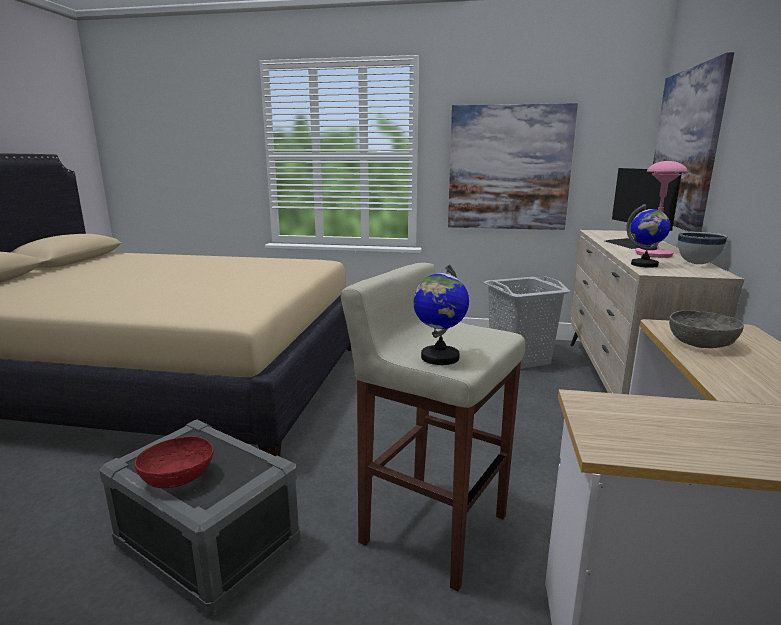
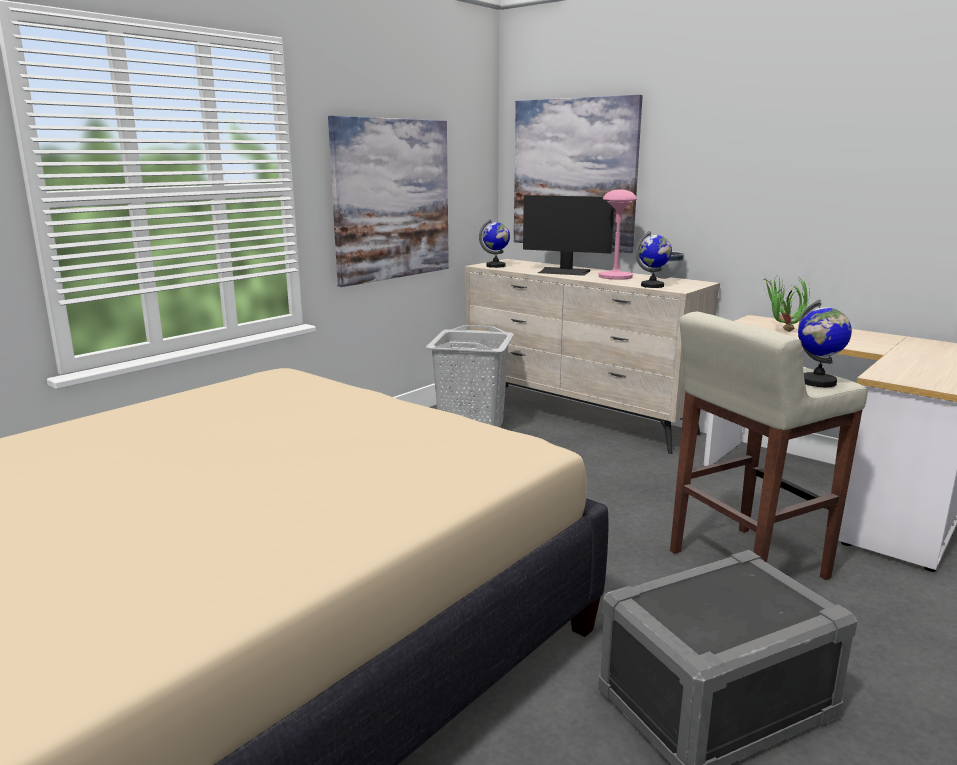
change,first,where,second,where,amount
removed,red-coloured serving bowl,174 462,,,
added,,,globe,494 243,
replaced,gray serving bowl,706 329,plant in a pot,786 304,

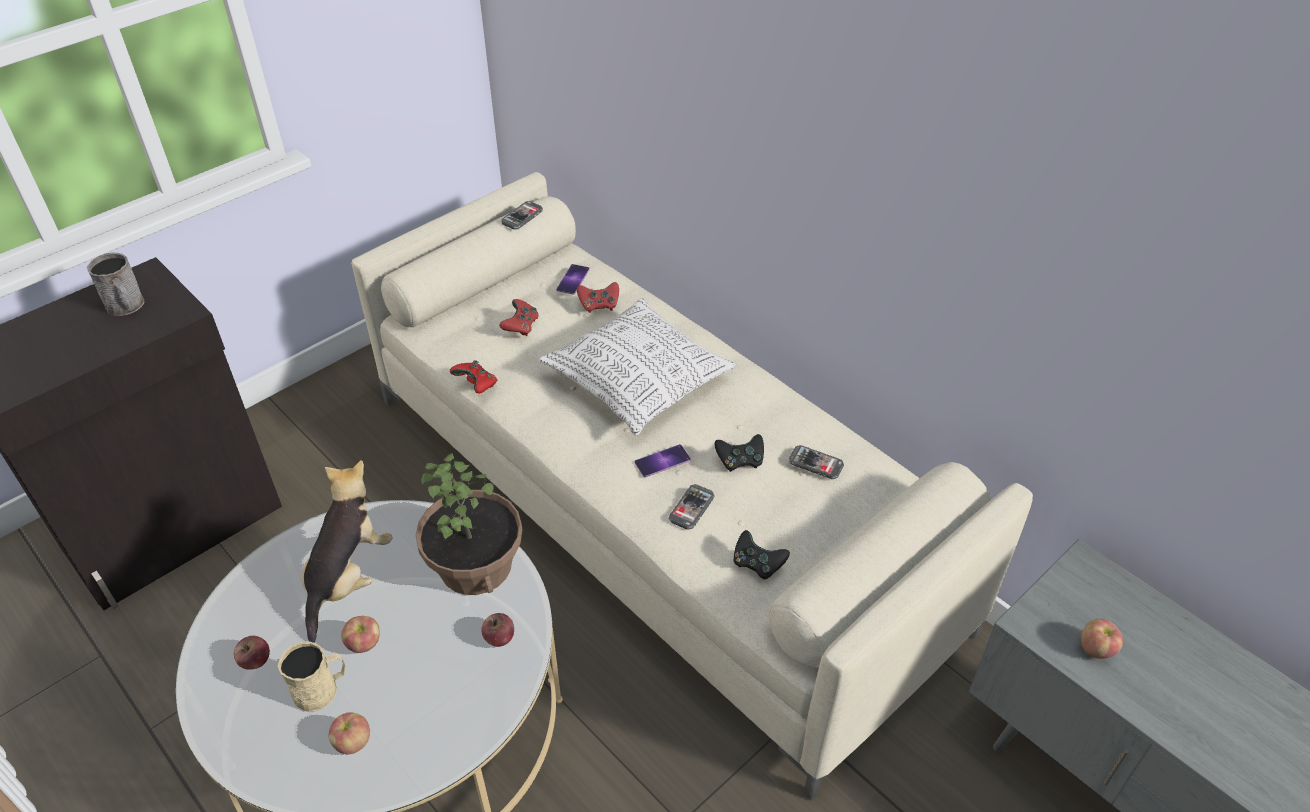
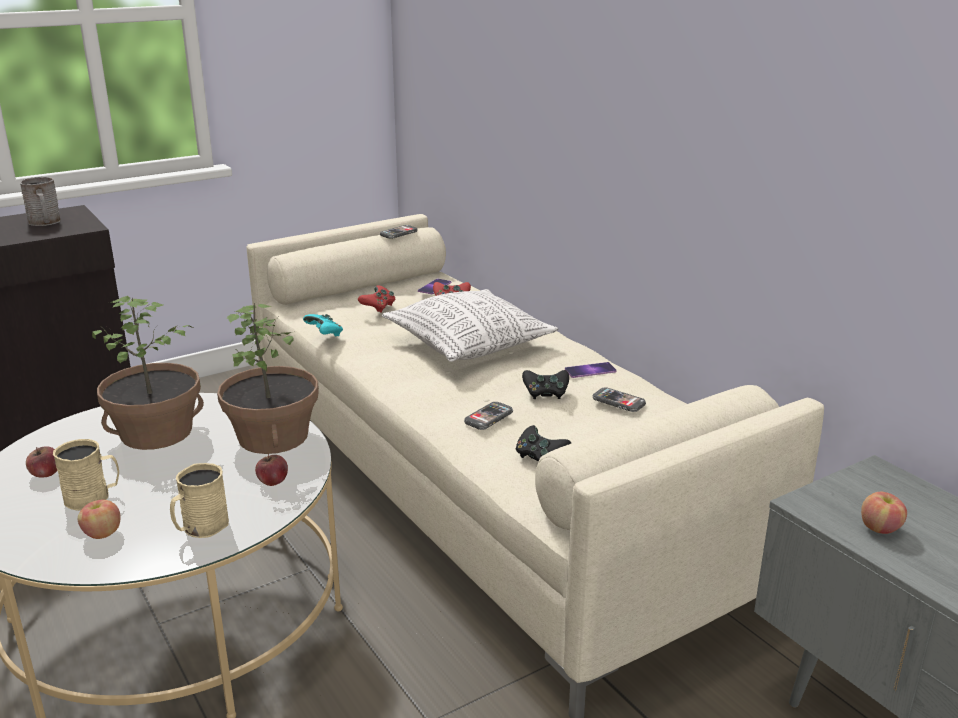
change,first,where,second,where,amount
removed,apple,360 634,,,
added,,,beige-coloured tea mug,199 500,
moved,telephone,662 460,,591 370,
replaced,cuddly toy,347 551,plant in a pot,148 373,
recoloured,red-coloured gamepad,474 376,turquoise-coloured gamepad,323 325,

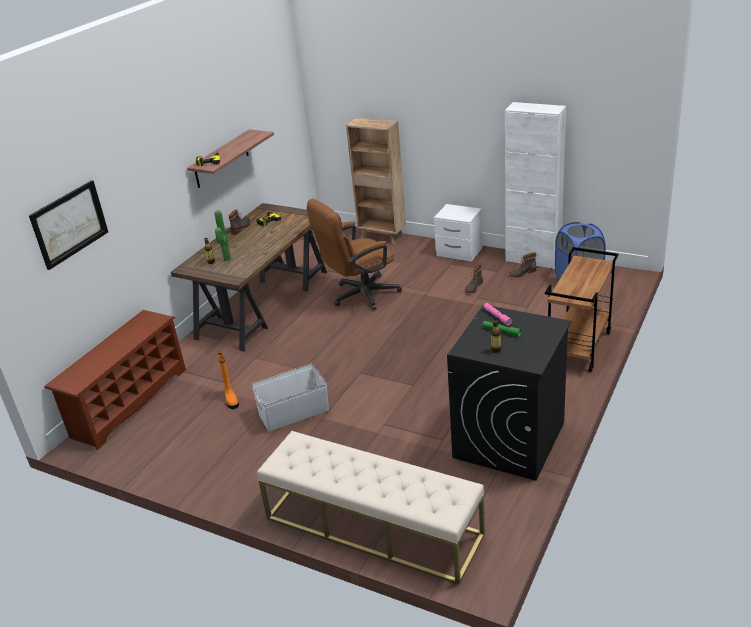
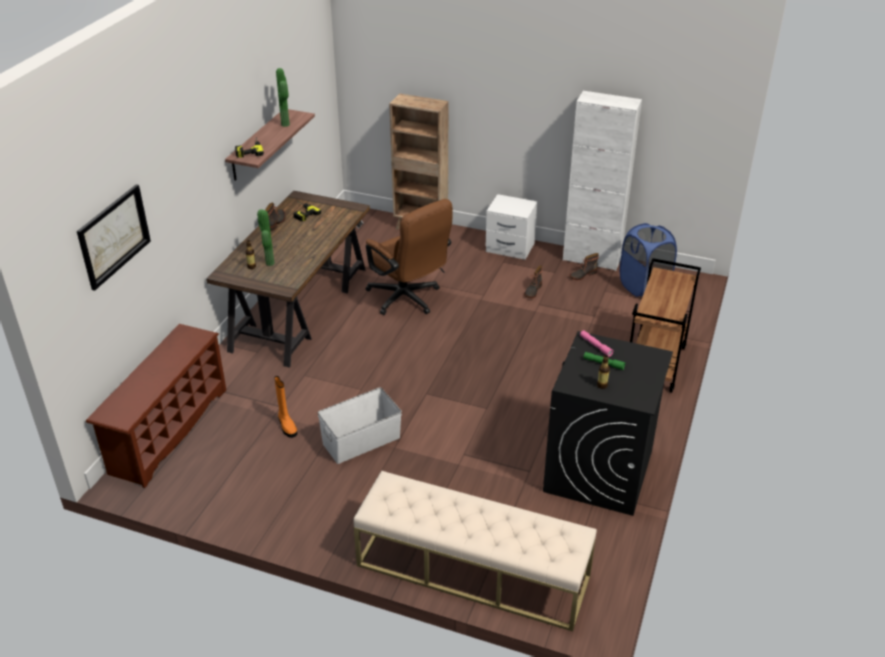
change,first,where,second,where,amount
added,,,plant in a pot,283 97,
turned,brown computer chair,354 254,,409 257,90 degrees counterclockwise

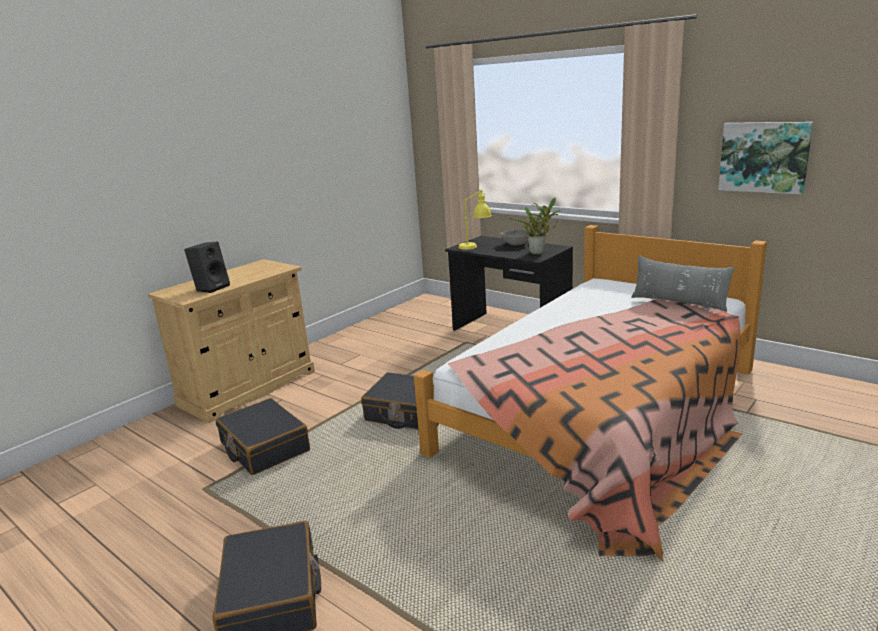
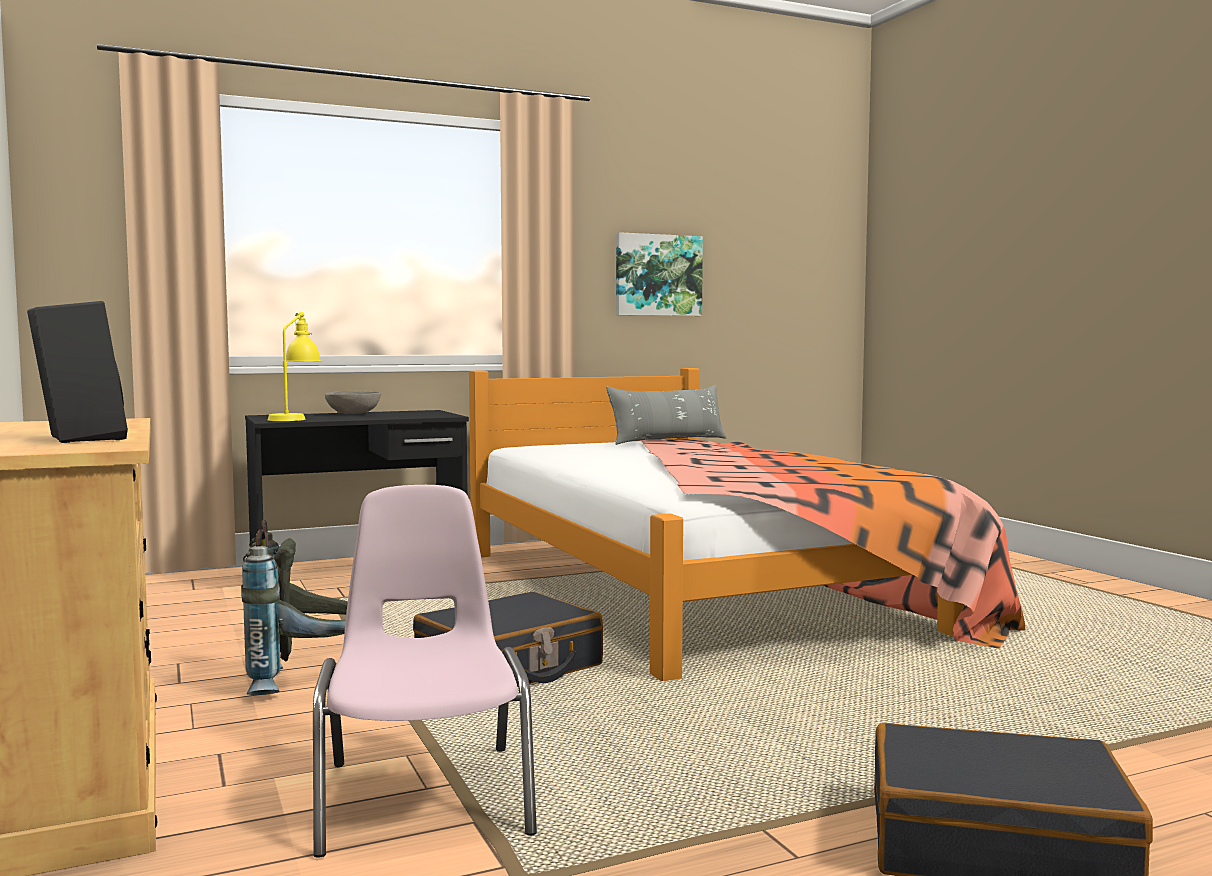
change,first,where,second,where,amount
removed,plant in a pot,535 226,,,
added,,,gray knapsack,294 607,
replaced,black-coloured piece of luggage,263 436,pink-coloured plain chair,425 671,

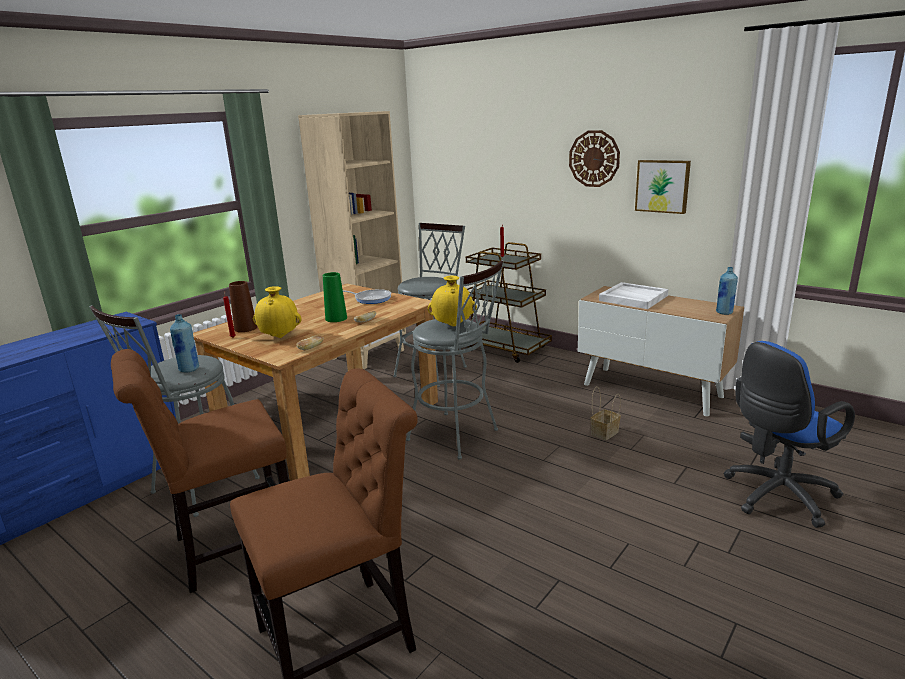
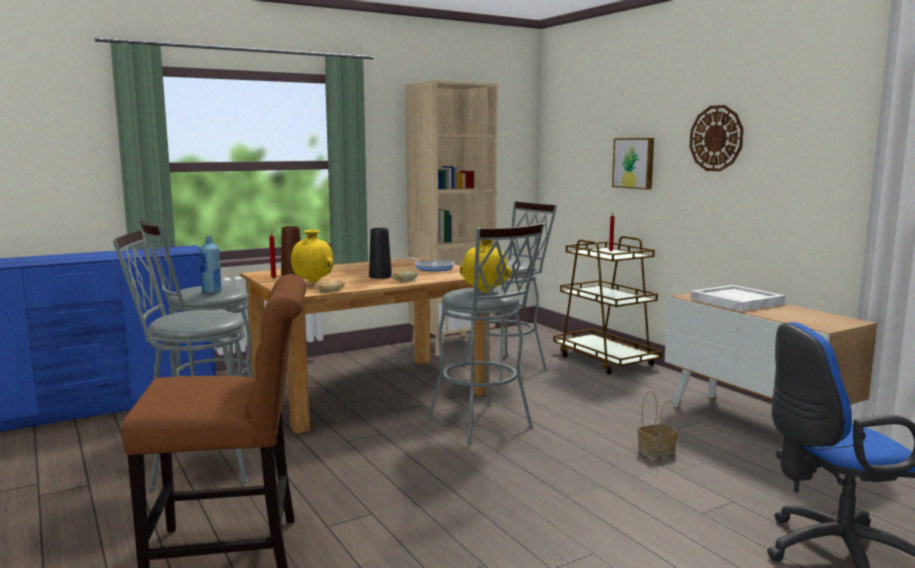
change,first,where,second,where,amount
removed,blue-coloured drink bottle,727 291,,,
moved,wall art,663 187,,633 164,
replaced,brown plain chair,200 471,gray sitting stool,180 359,
recoloured,greenish vase,335 297,black-coloured vase,380 253,

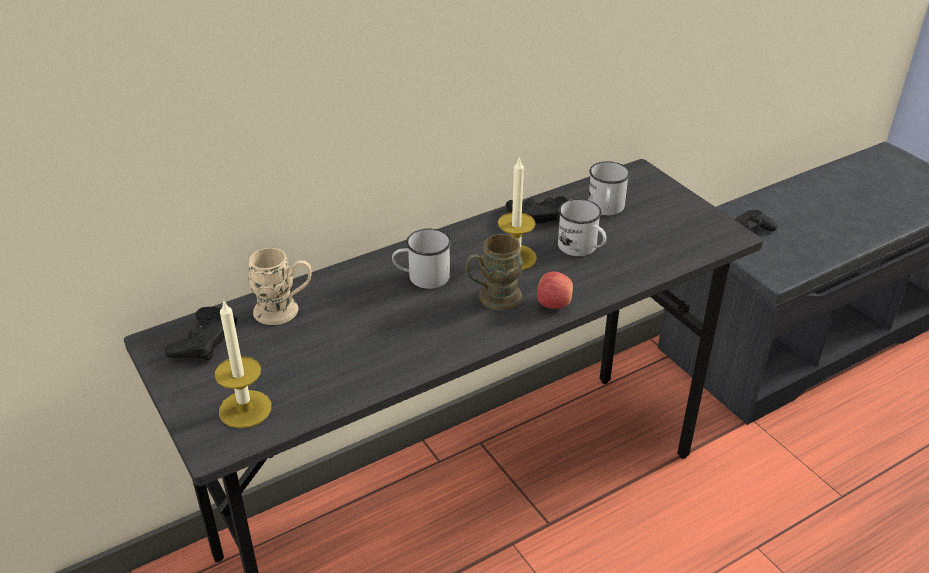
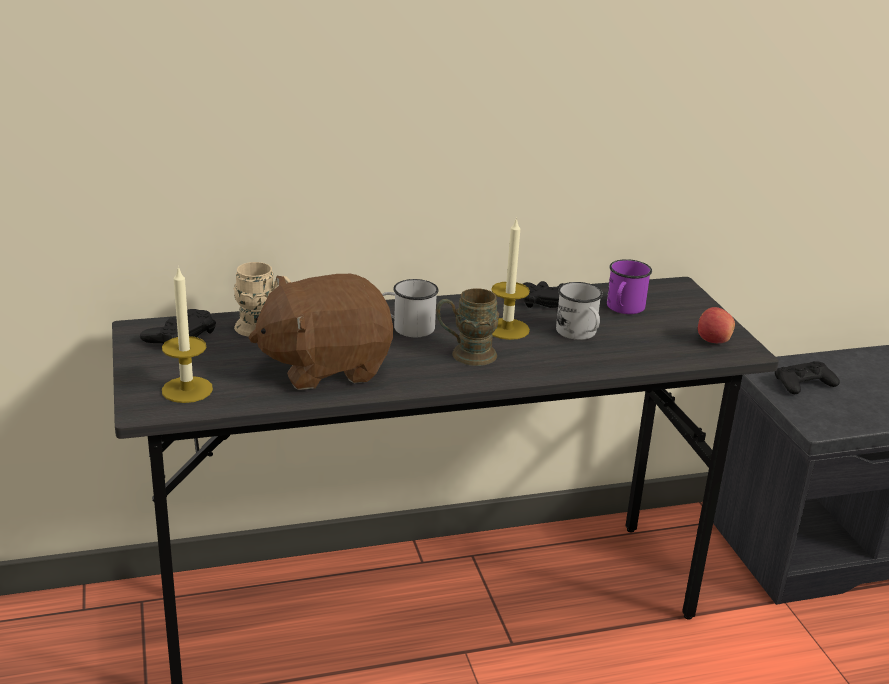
change,first,where,second,where,amount
added,,,brown cuddly toy,321 332,
moved,apple,555 290,,716 325,
recoloured,white tea mug,609 188,purple-coloured tea mug,629 286,

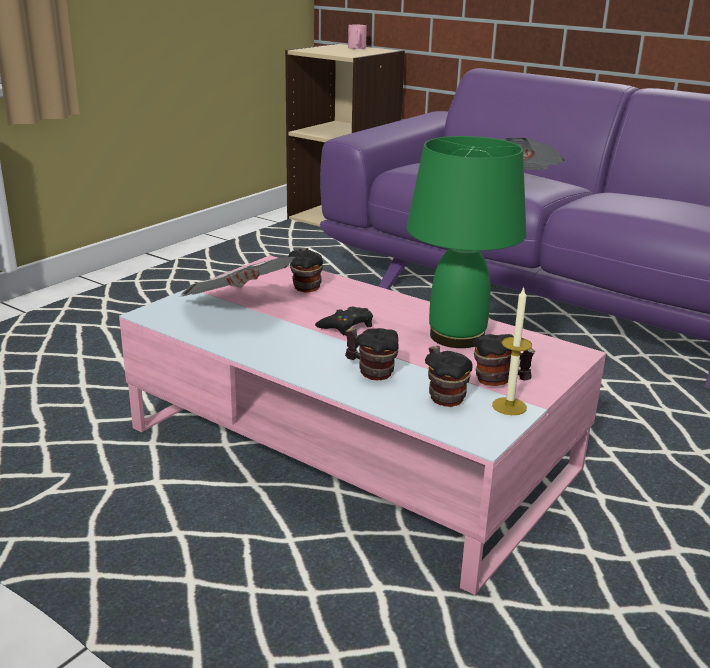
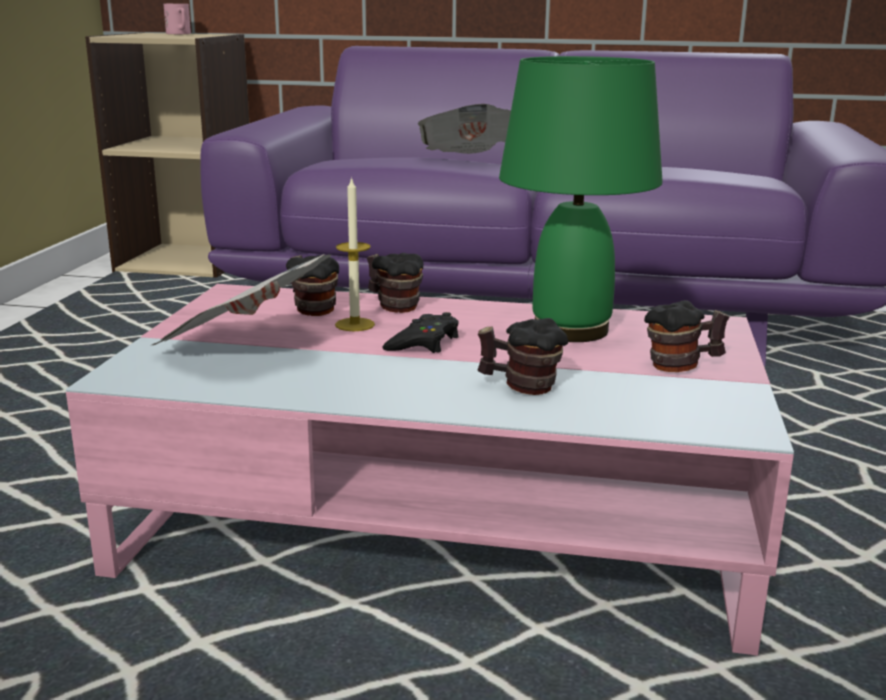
change,first,where,second,where,amount
moved,tea mug,449 376,,395 283,
moved,wax candle,512 350,,355 253,

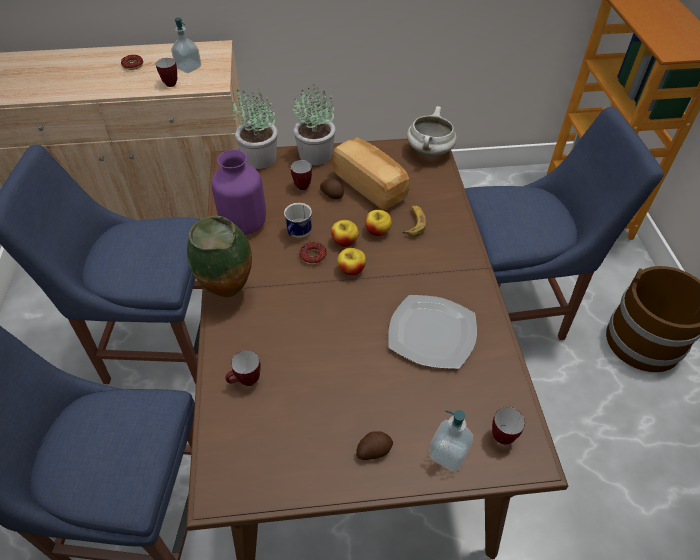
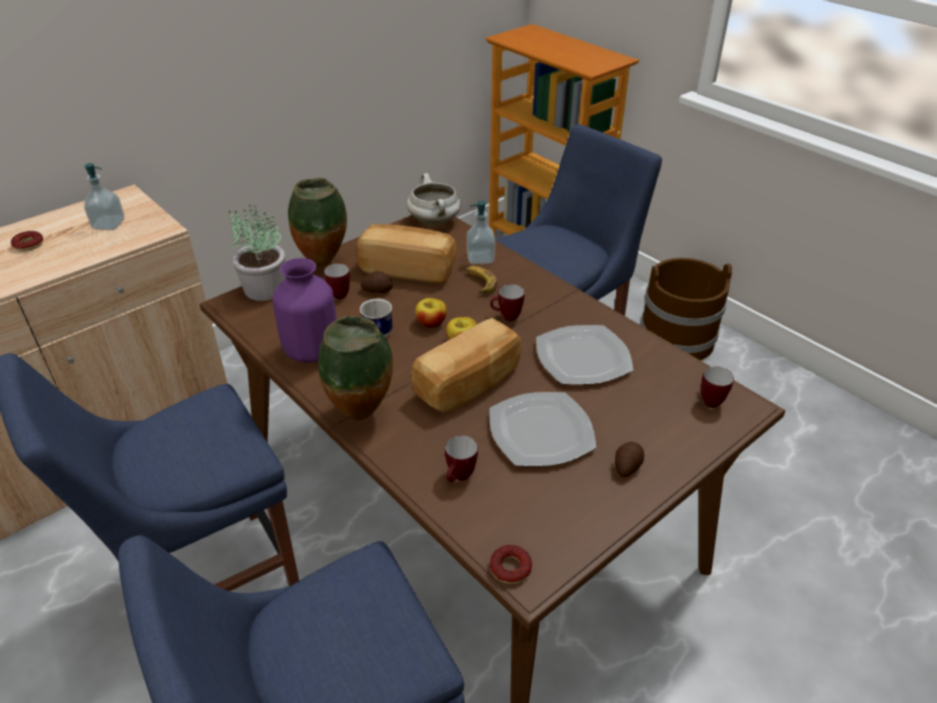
change,first,where,second,where,amount
removed,apple,378 223,,,
added,,,bread,466 365,
added,,,flat dish,542 429,
moved,tea mug,166 72,,507 302,
moved,doughnut,313 253,,511 564,
moved,liquid soap bottle,451 440,,481 232,
replaced,plant in a pot,314 124,vase,317 222,

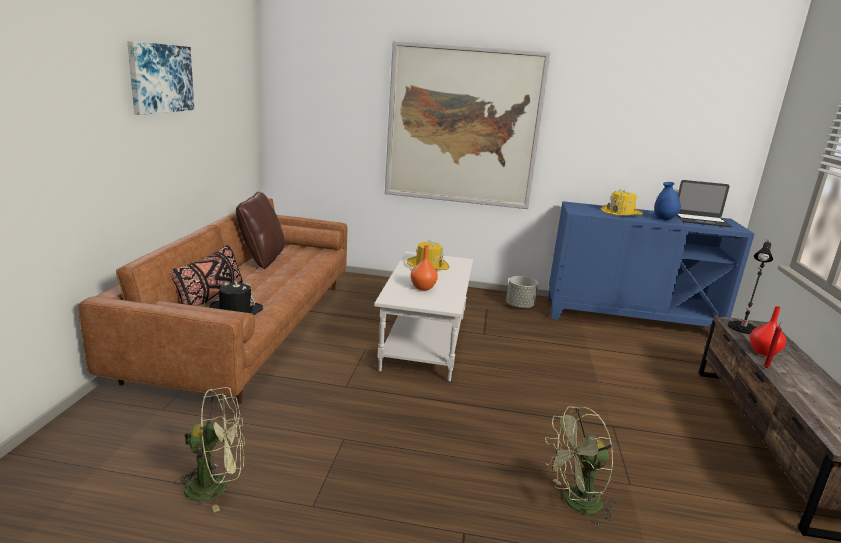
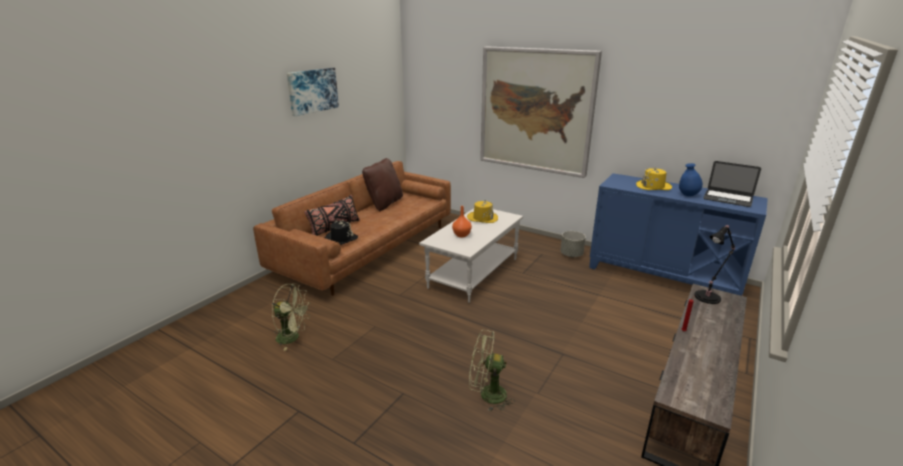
change,first,where,second,where,amount
removed,red-coloured vase,768 331,,,

